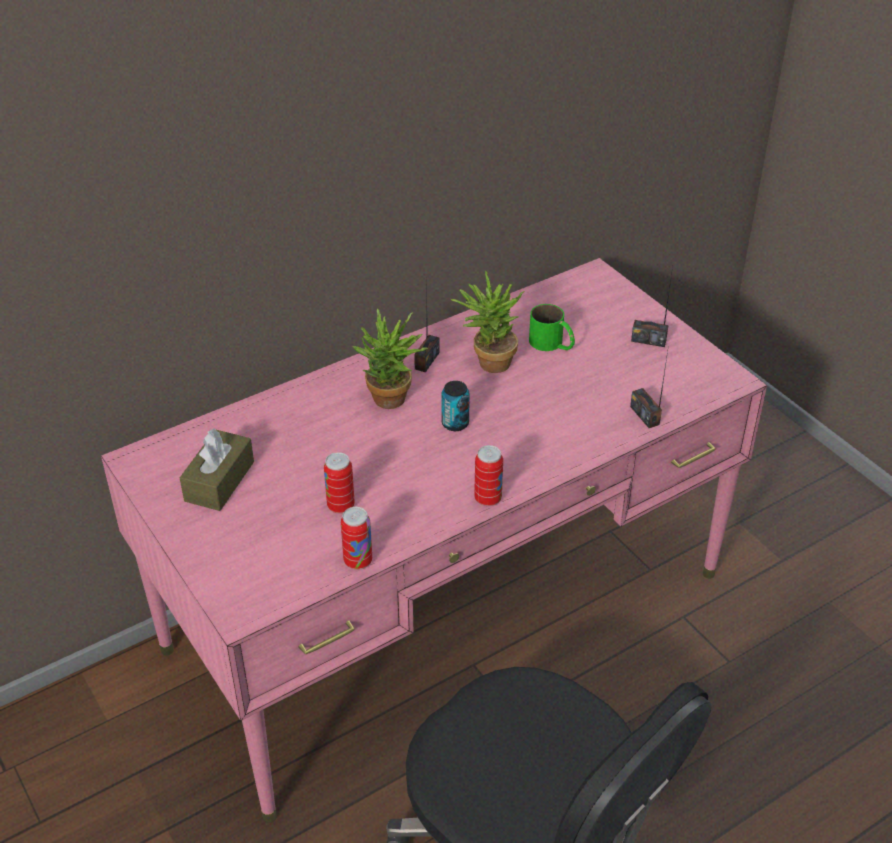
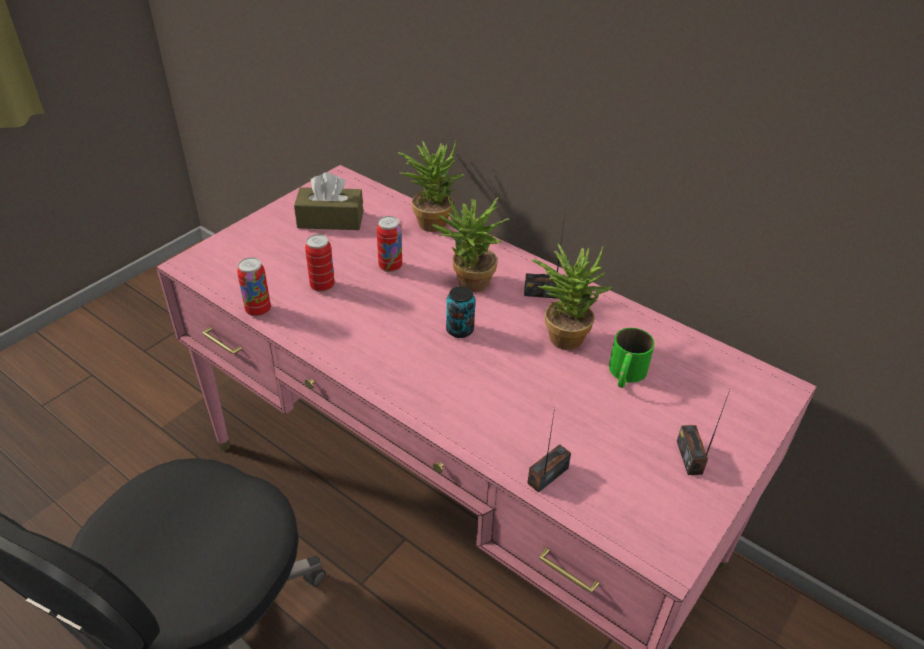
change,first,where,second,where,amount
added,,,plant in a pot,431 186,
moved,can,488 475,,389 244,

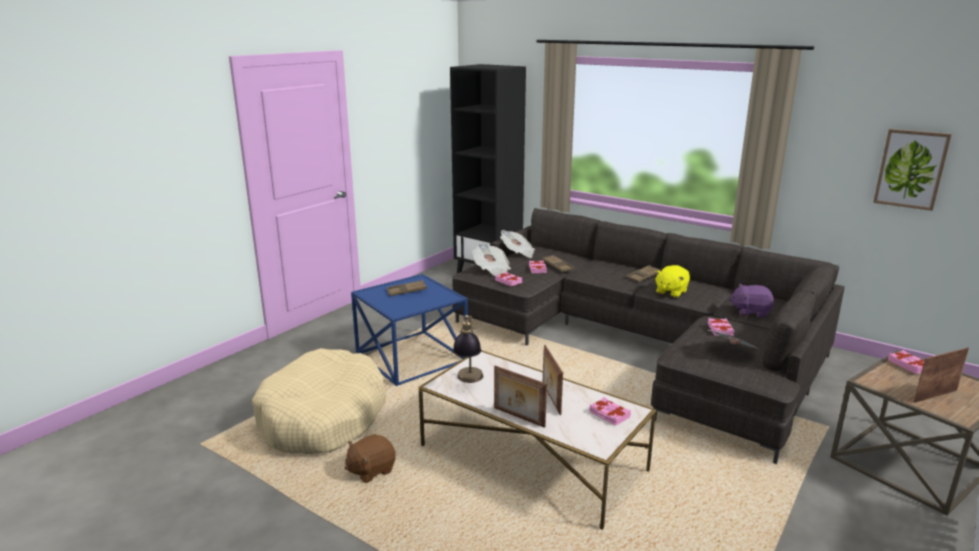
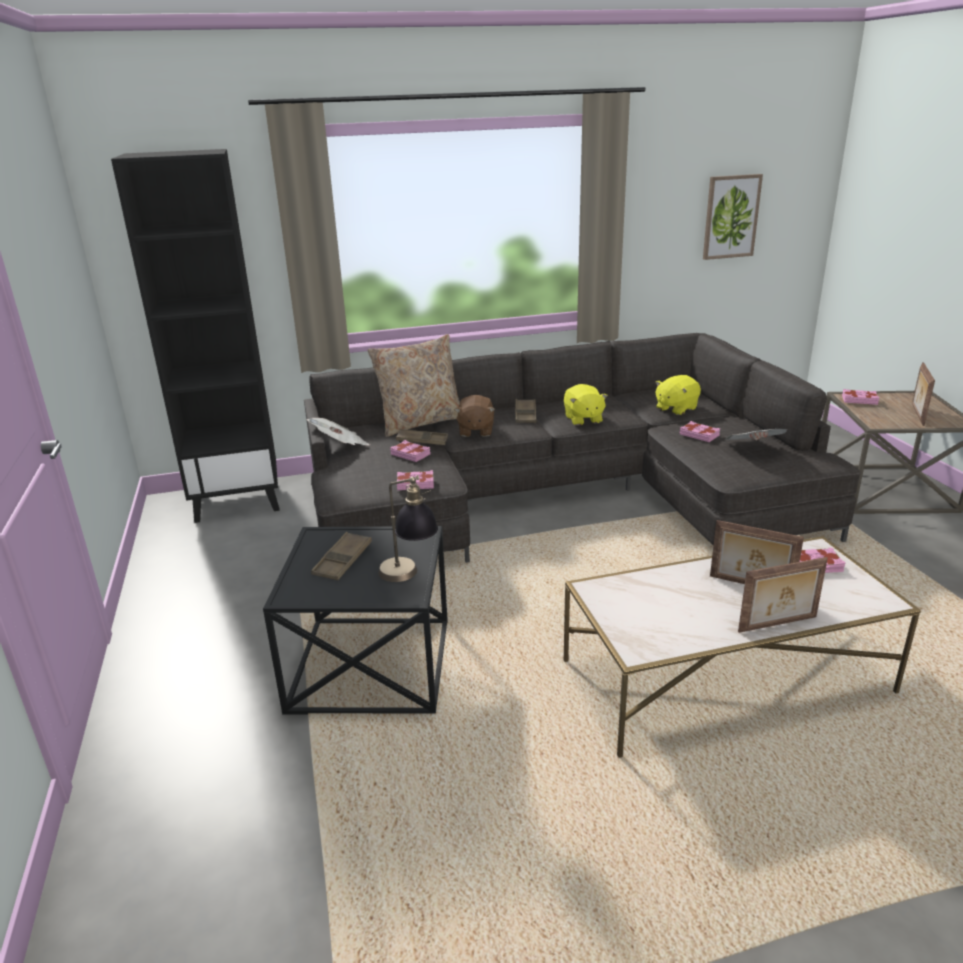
change,first,where,second,where,amount
removed,beige-coloured pet bed,319 401,,,
removed,daily paper,491 259,,,
added,,,beige-coloured cushion,414 385,
moved,brown cuddly toy,370 458,,474 416,
moved,tabletop lamp,468 349,,408 528,
recoloured,blue-coloured end table,409 330,black-coloured end table,355 620,
recoloured,purple-coloured cuddly toy,751 301,yellow-coloured cuddly toy,678 395,

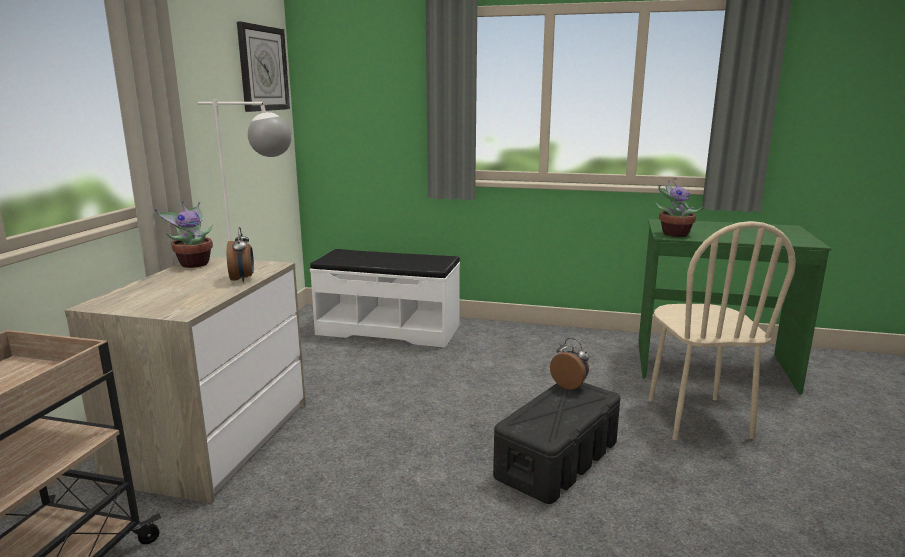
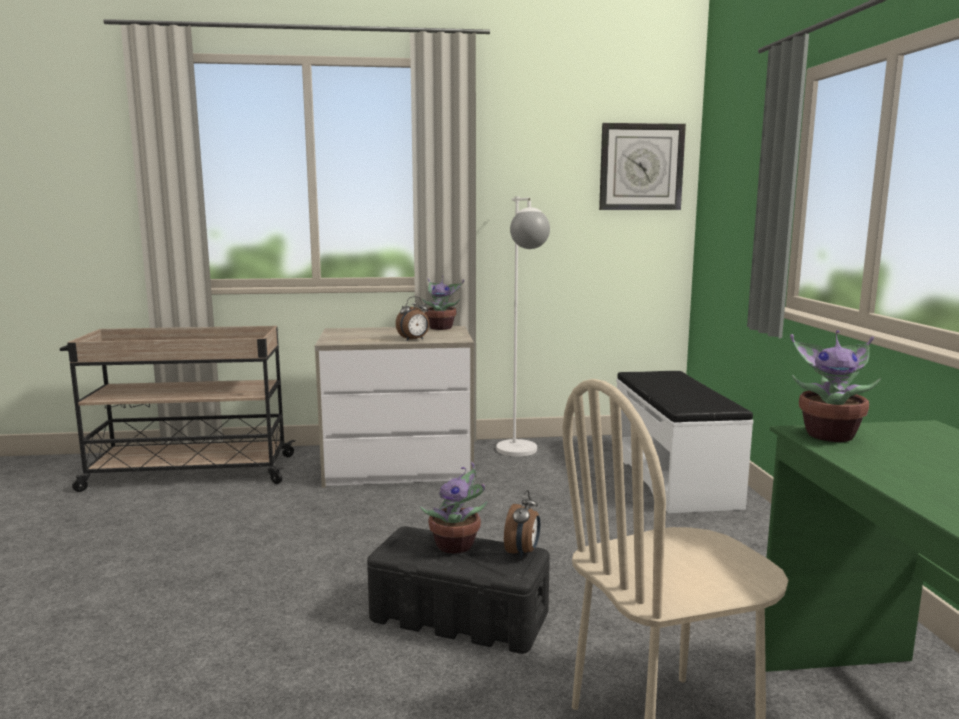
change,first,where,second,where,amount
added,,,plant in a pot,453 508,

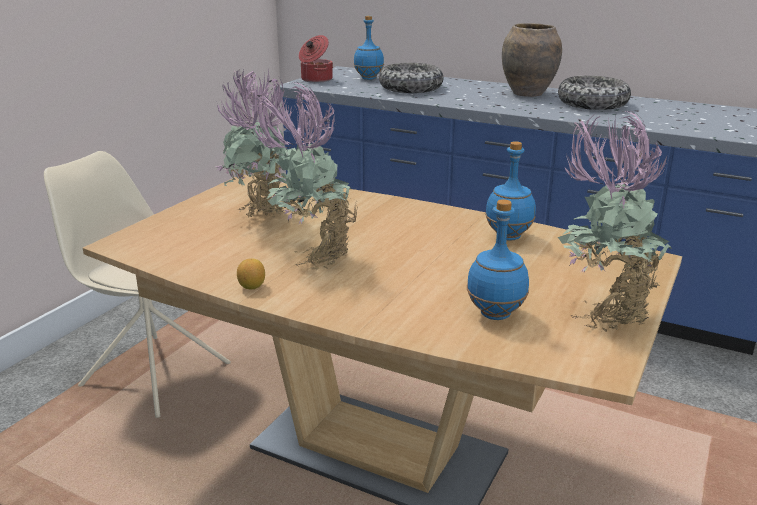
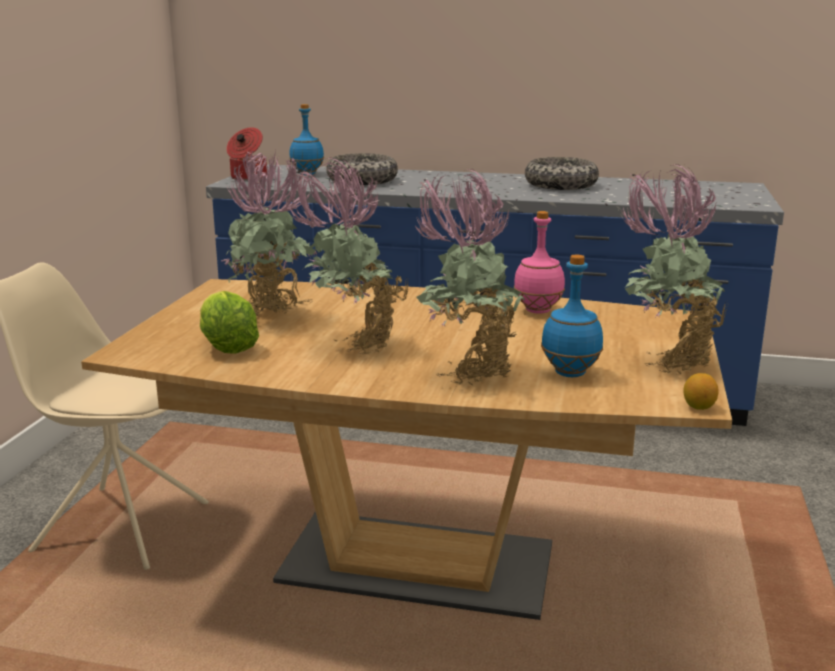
change,first,where,second,where,amount
removed,brown vase,532 60,,,
added,,,lettuce head,229 322,
added,,,plant in a pot,470 277,
moved,lemon,251 274,,701 391,
recoloured,blue-coloured drink bottle,510 190,pink-coloured drink bottle,539 262,

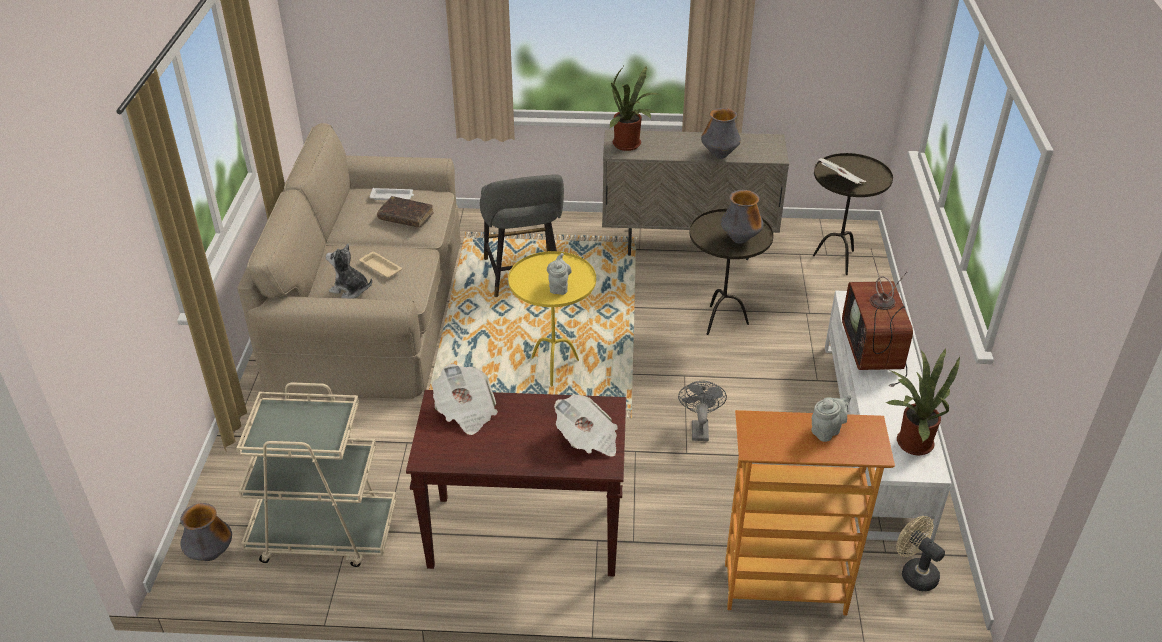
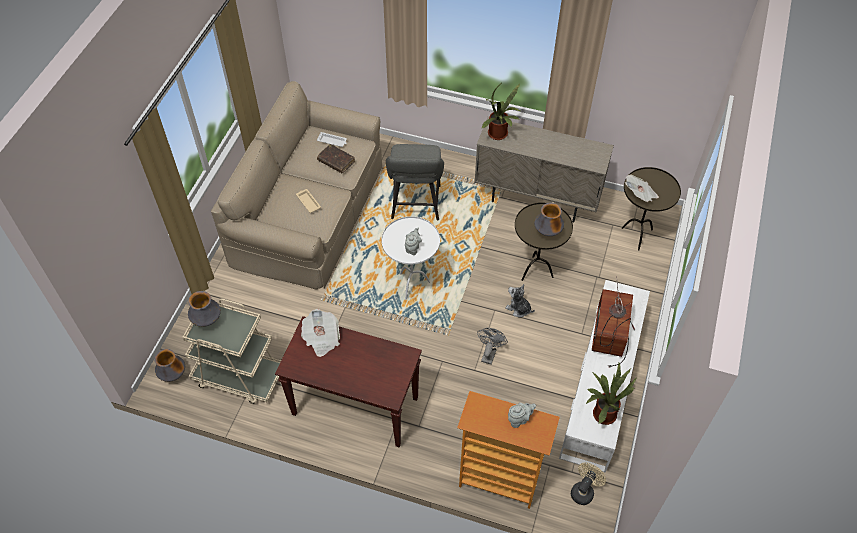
change,first,where,second,where,amount
removed,daily paper,586 426,,,
moved,cuddly toy,349 271,,520 300,
moved,vase,721 133,,204 309,
recoloured,yellow-coloured end table,552 318,white end table,410 258,
turned,beige-coloured cooling fan,920 553,,588 483,60 degrees clockwise

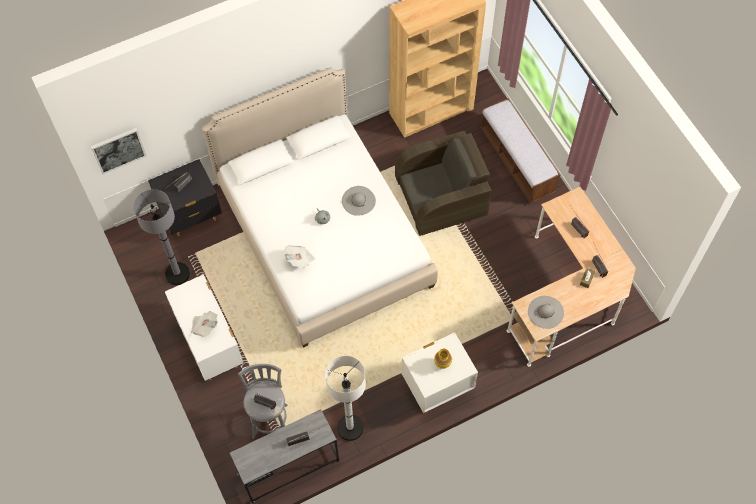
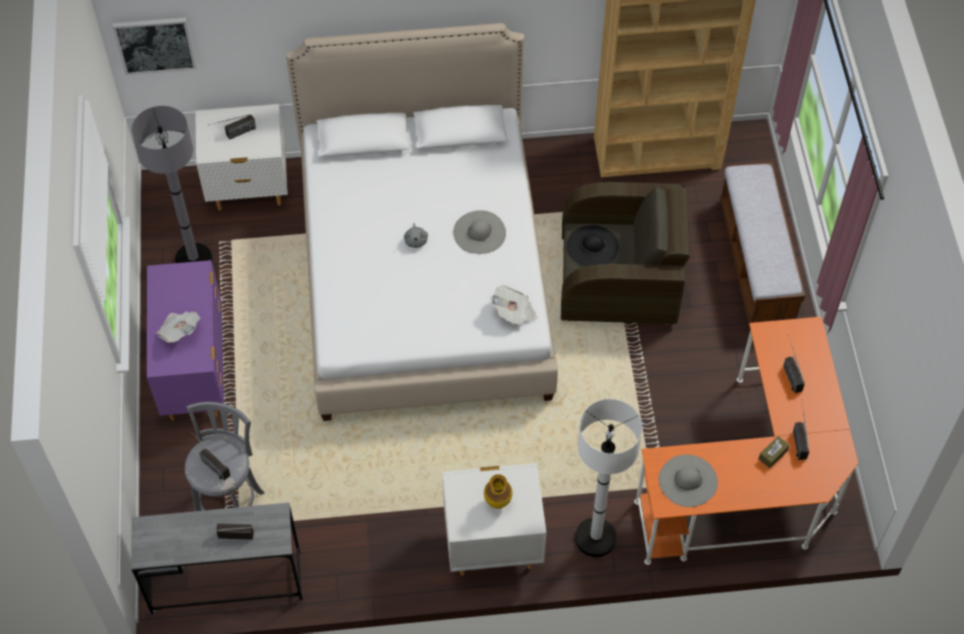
change,first,where,second,where,amount
added,,,black-coloured hat,593 245,
moved,daily paper,299 256,,513 305,
moved,white floor lamp,345 398,,608 478,
recoloured,black-coloured bedside table,185 197,white bedside table,241 157,
recoloured,white drawer chest,204 327,purple-coloured drawer chest,185 340,
recoloured,beige-coloured desk table,571 277,orange desk table,746 441,

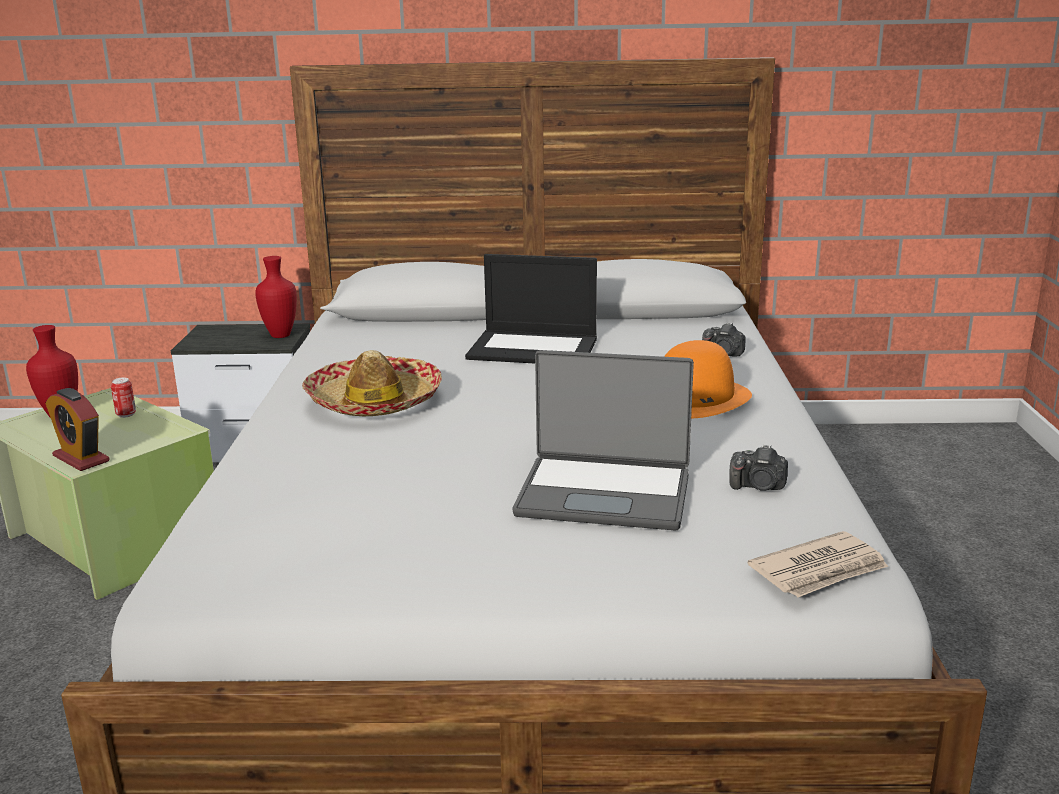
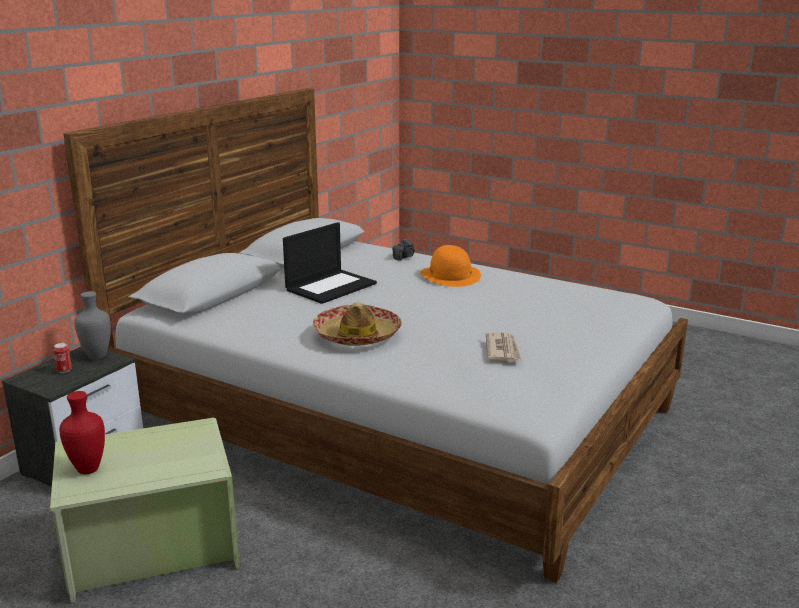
change,first,where,second,where,amount
removed,bedside clock,78 429,,,
removed,notebook computer,603 440,,,
removed,still camera,758 467,,,
moved,can,123 397,,62 358,
moved,daily paper,818 564,,504 346,
recoloured,red-coloured vase,276 297,gray vase,92 325,

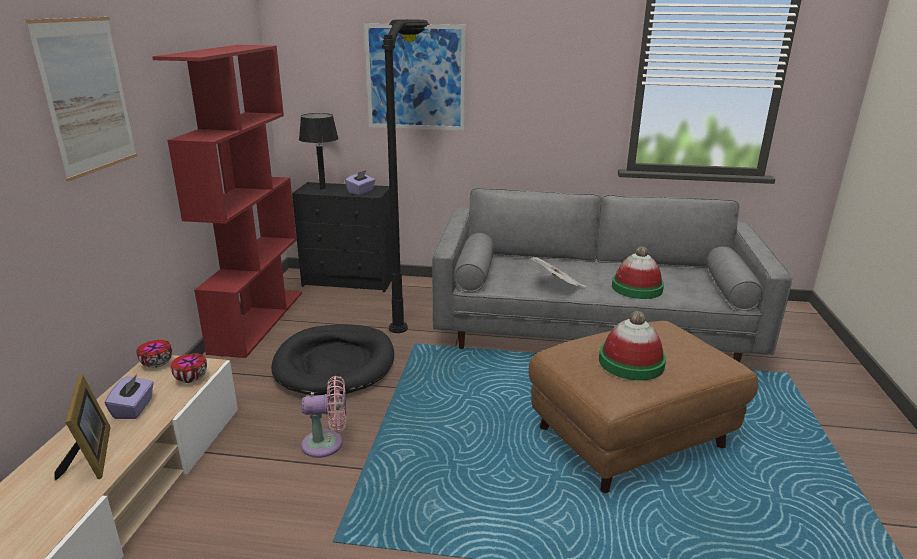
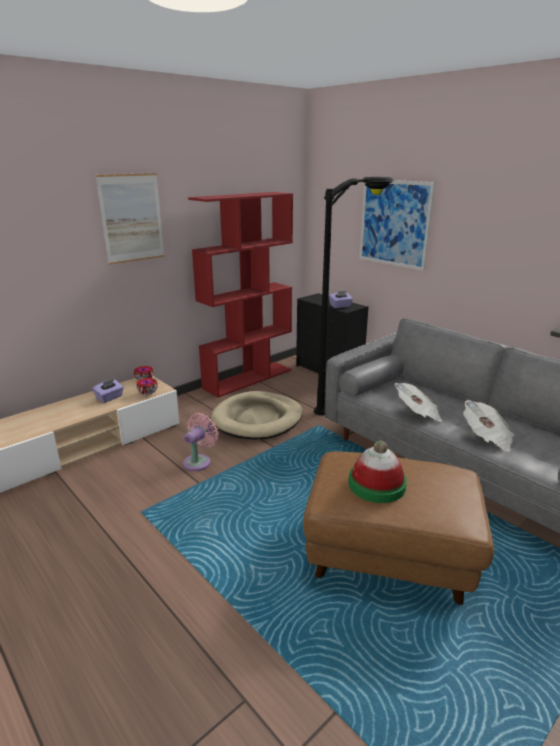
change,first,where,second,where,amount
removed,picture frame,82 427,,,
removed,black-coloured tabletop lamp,318 151,,,
replaced,hat,638 272,daily paper,489 425,
recoloured,black-coloured pet bed,332 360,beige-coloured pet bed,256 415,
turned,pink-coloured cooling fan,323 417,,200 442,90 degrees counterclockwise

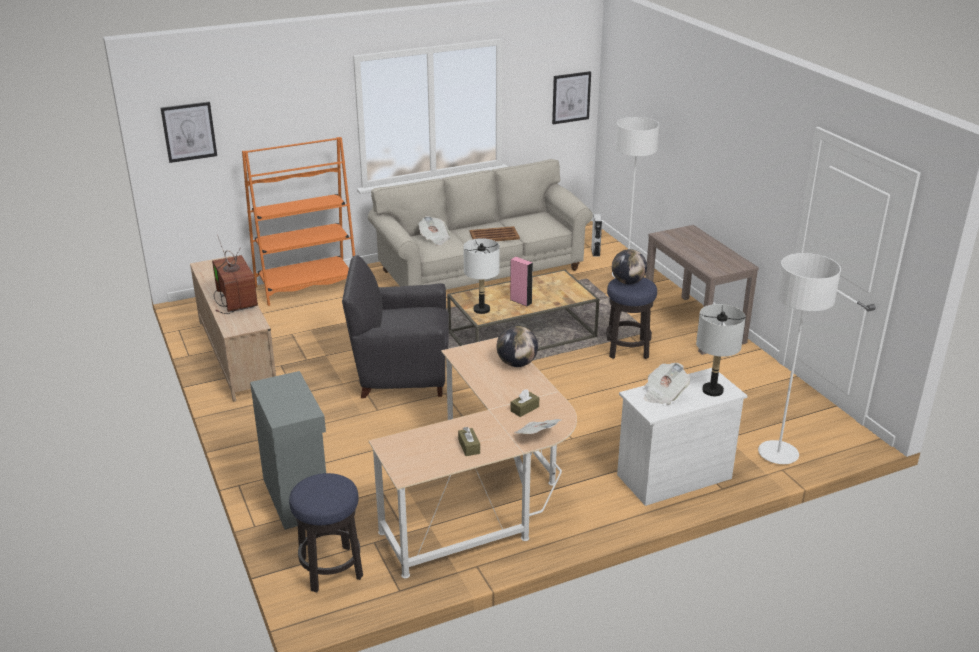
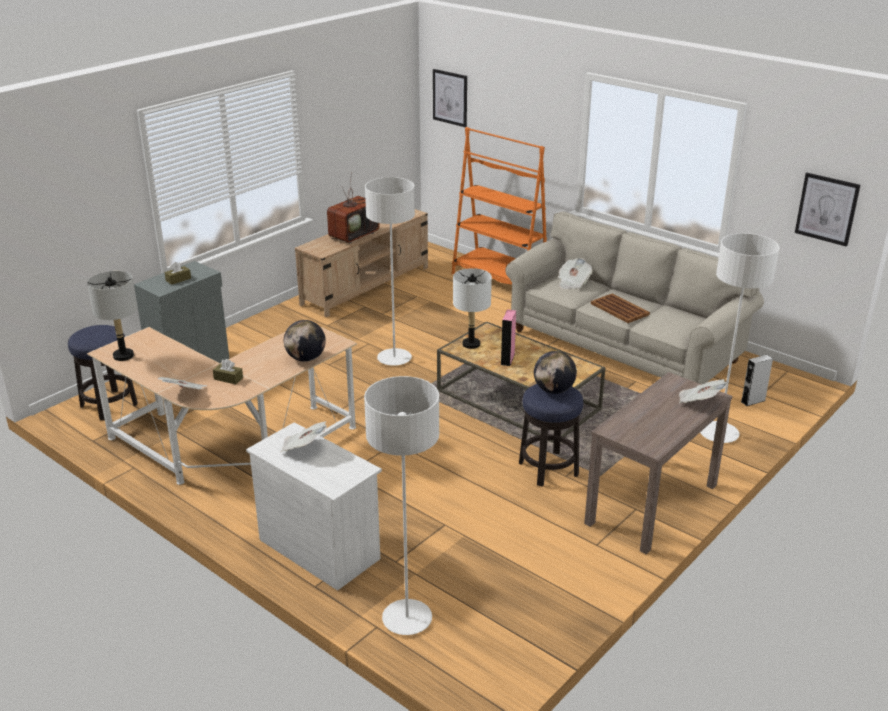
change,first,where,second,where,amount
added,,,daily paper,703 391,
moved,brown tissue holder,469 441,,177 273,
moved,gray tabletop lamp,721 350,,112 316,
replaced,black-coloured lounge chair,395 326,white floor lamp,390 271,

